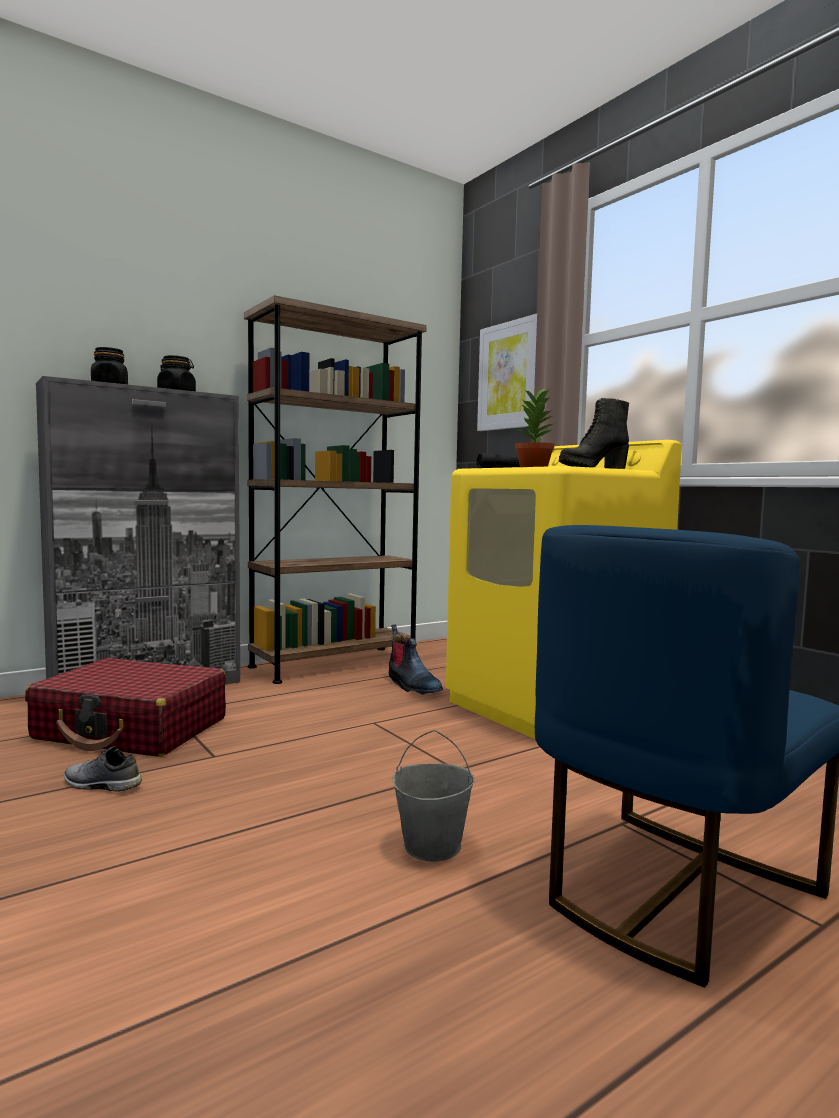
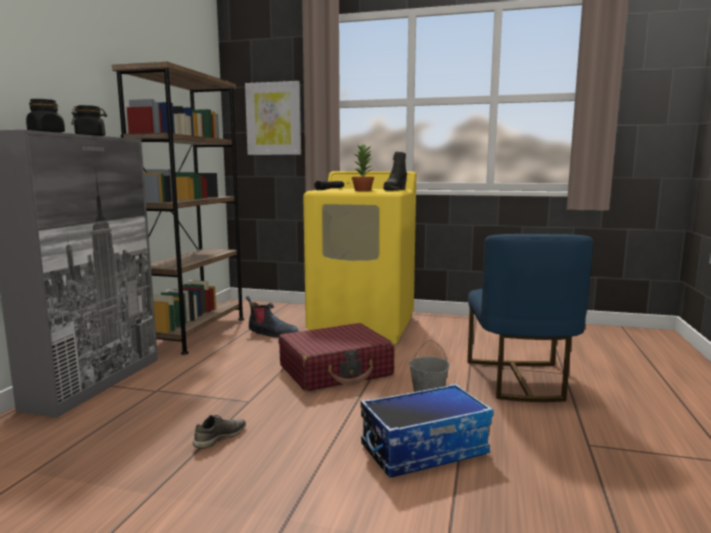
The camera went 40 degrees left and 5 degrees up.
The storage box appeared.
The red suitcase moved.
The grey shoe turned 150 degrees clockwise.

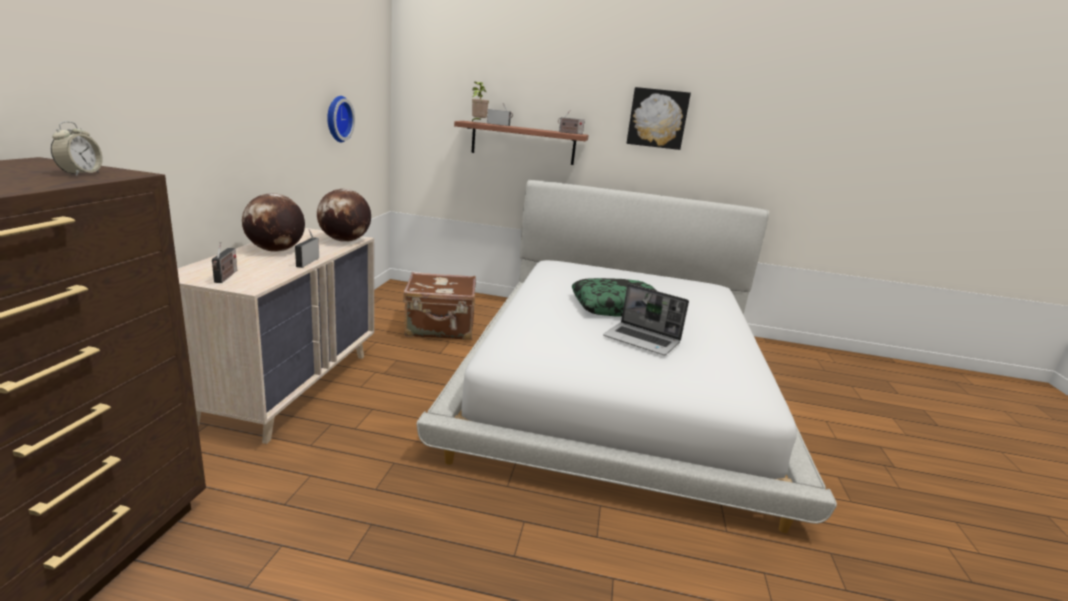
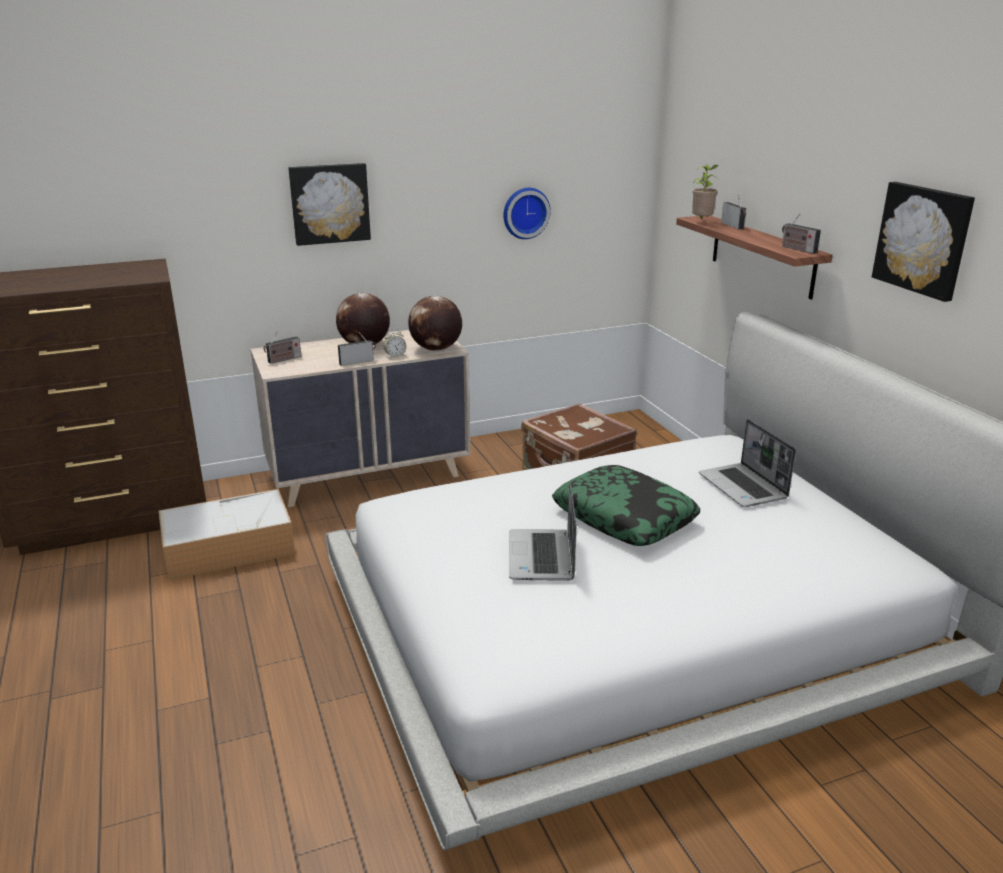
The camera went 60 degrees right and 5 degrees up.
The storage box appeared.
The picture (no. 1 from left) appeared.
The laptop (no. 2 from left) appeared.
The alarm clock moved.

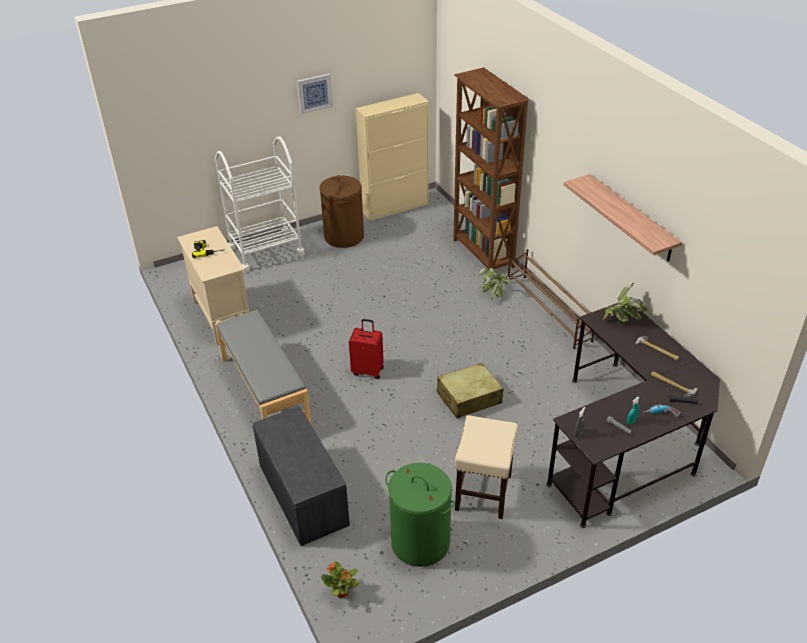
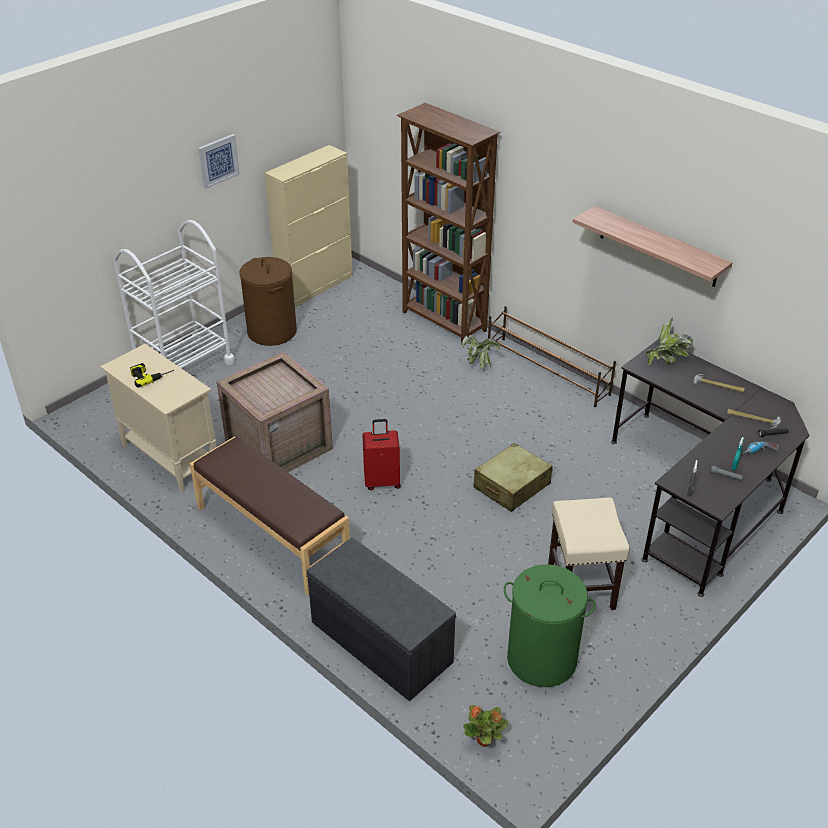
The camera went 20 degrees left and 0 degrees up.
The crate appeared.
The grey bench (no. 1 from left) became the brown bench.

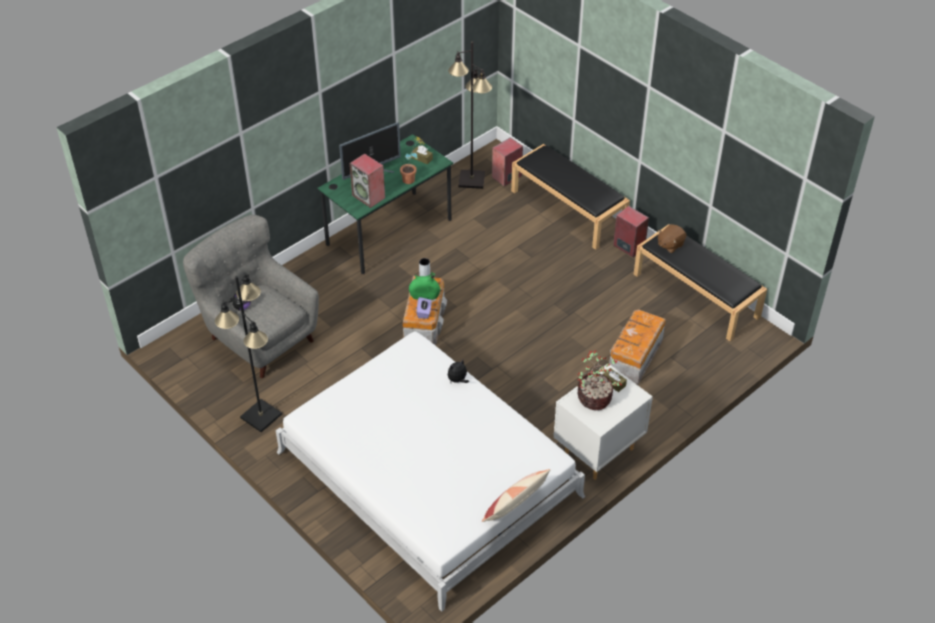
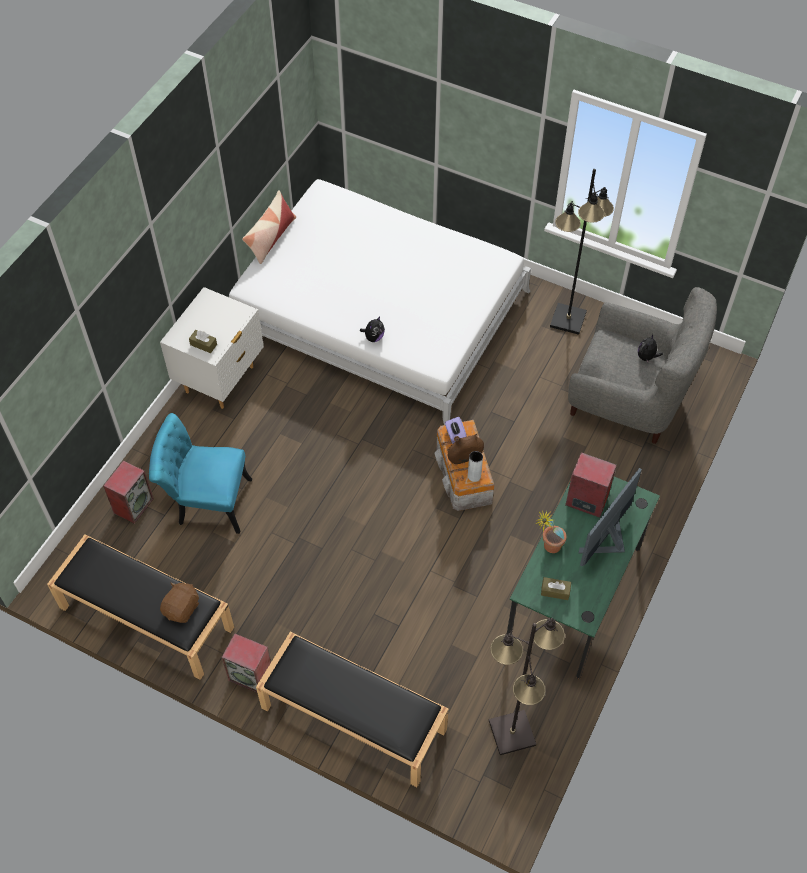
The camera went 160 degrees right and 10 degrees up.
The potted plant (no. 2 from left) disappeared.
The speaker (no. 2 from left in the first image) moved.
The storage box (no. 2 from left) was replaced by the turquoise chair.
The green vase became the brown vase.

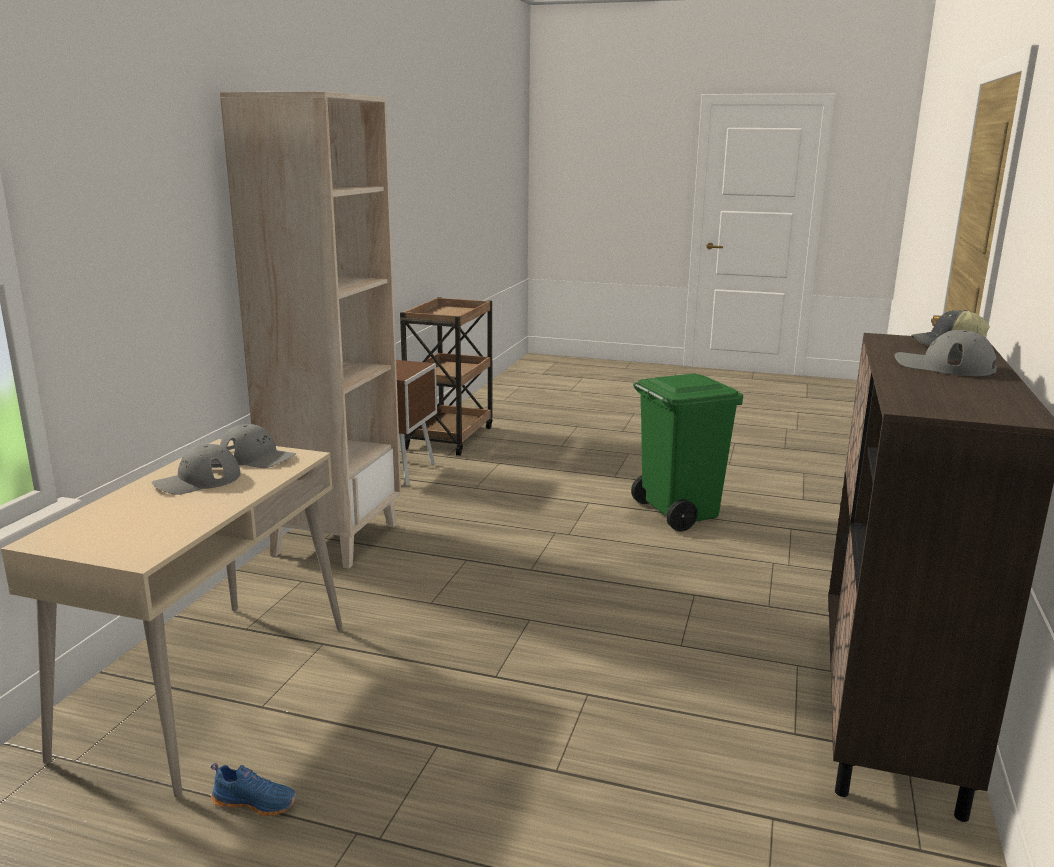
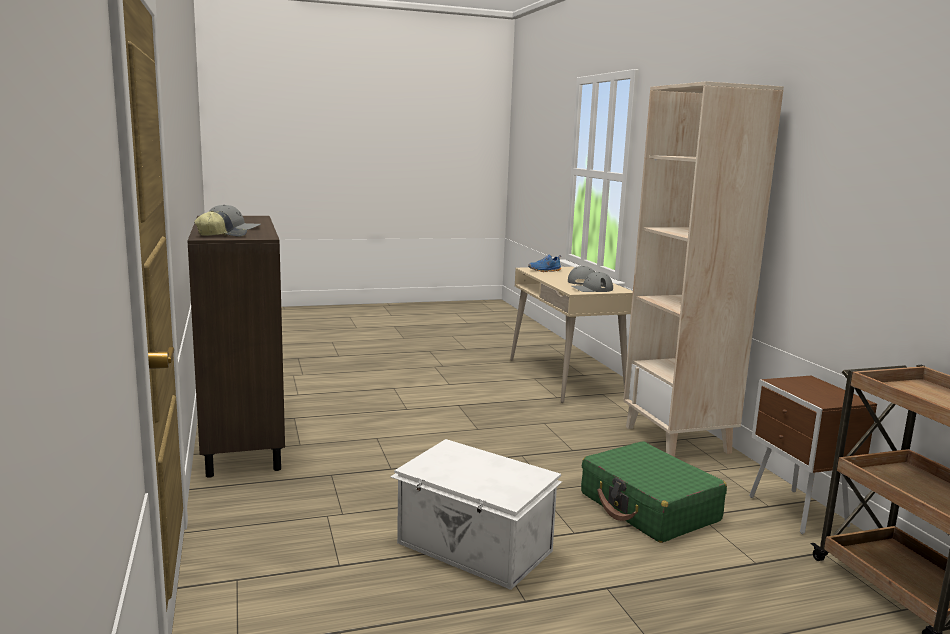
The camera went 145 degrees right and 5 degrees down.
The green suitcase appeared.
The blue shoe moved.
The green trash can was replaced by the white storage box.

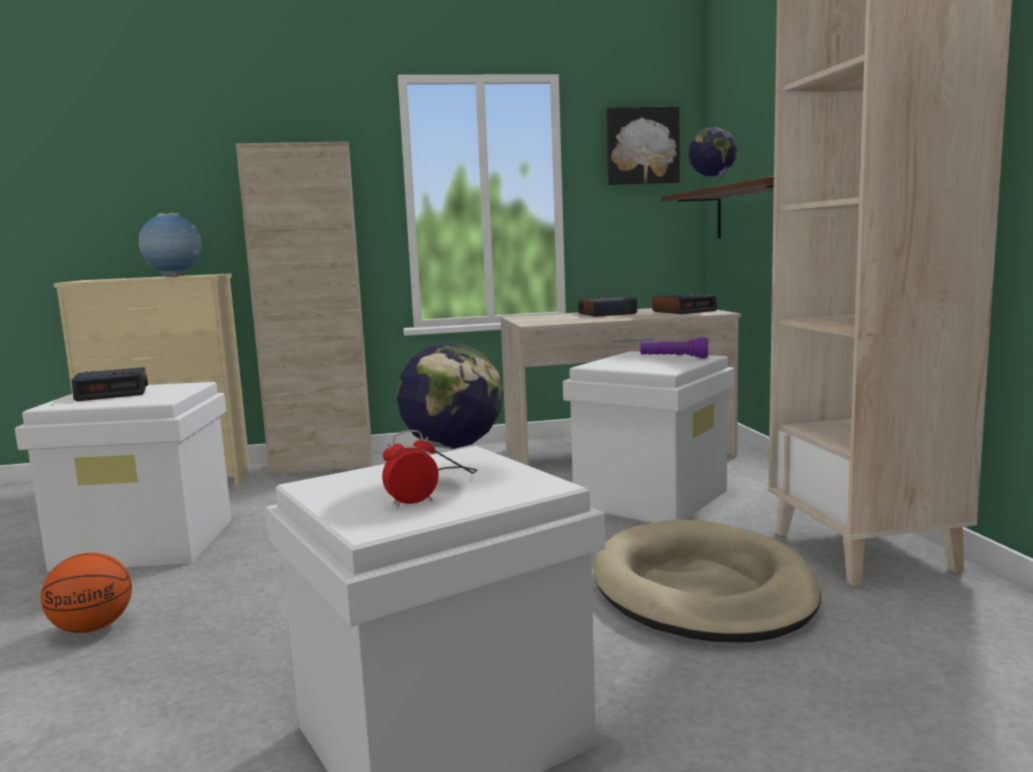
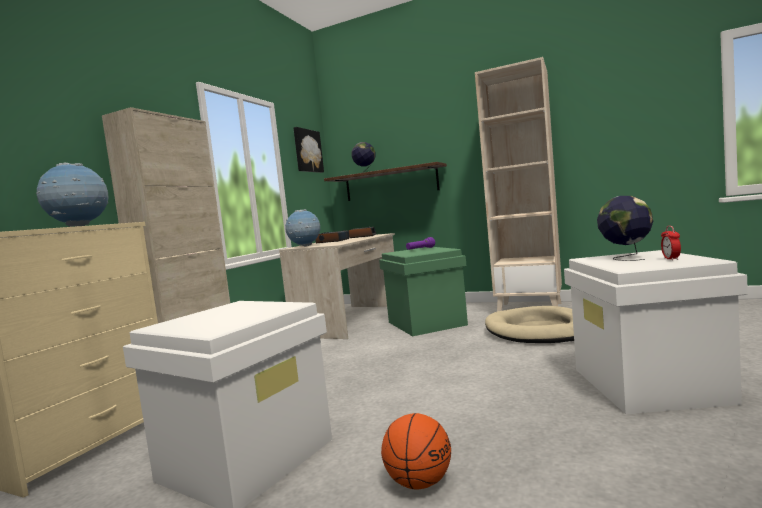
The camera went 55 degrees left and 5 degrees down.
The alarm clock (no. 1 from left) disappeared.
The globe (no. 2 from left) appeared.
The white storage box (no. 3 from left) became the green storage box.

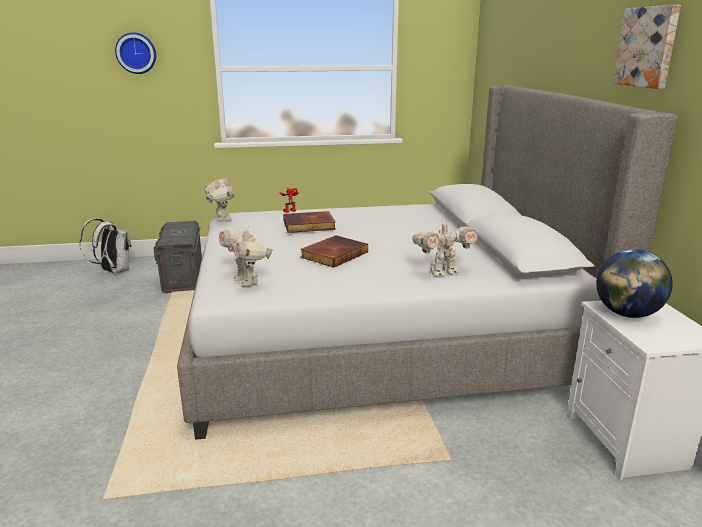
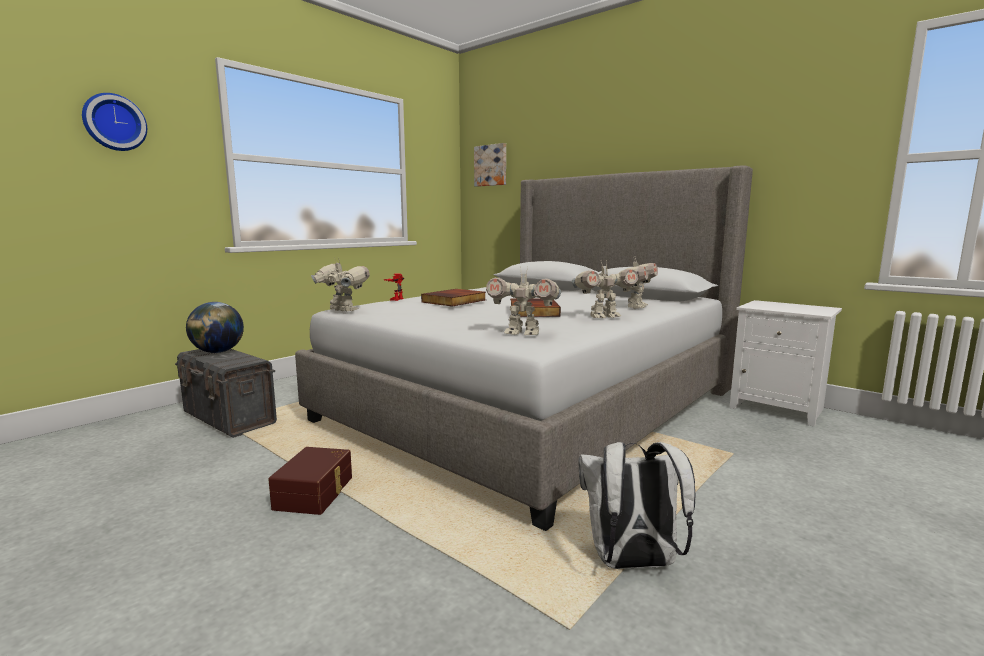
The camera went 40 degrees left and 10 degrees down.
The brown storage box appeared.
The toy robot (no. 4 from left) appeared.
The white backpack moved.
The globe moved.
The picture moved.

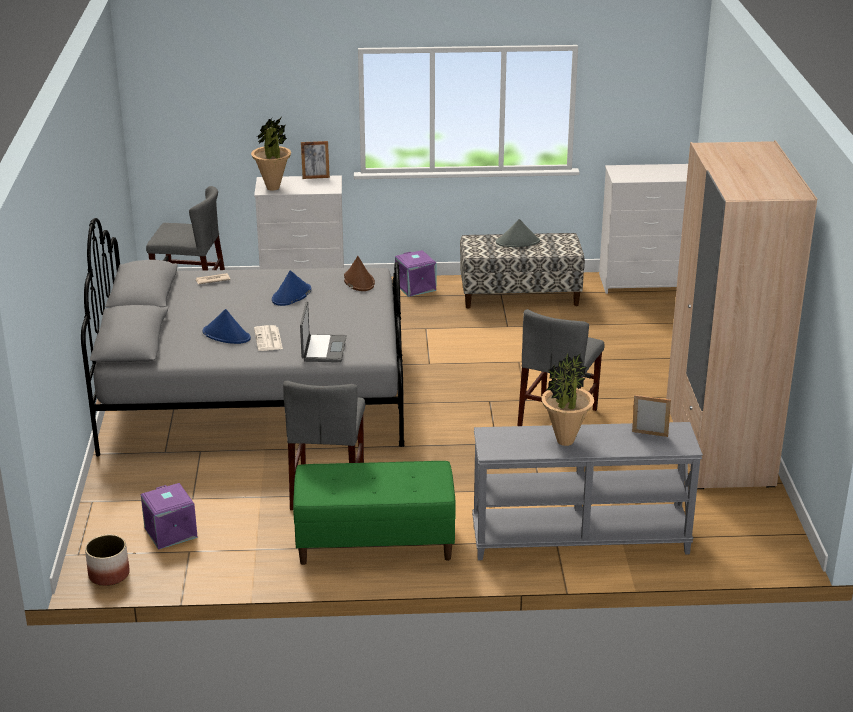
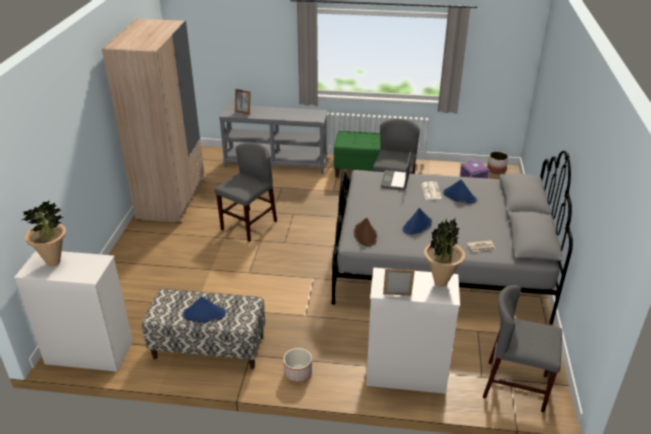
The camera went 170 degrees left and 5 degrees up.
The potted plant (no. 2 from left in the first image) moved.
The purple storage box (no. 2 from left) was replaced by the planter (no. 1 from left).
The grey hat became the blue hat (no. 1 from left).

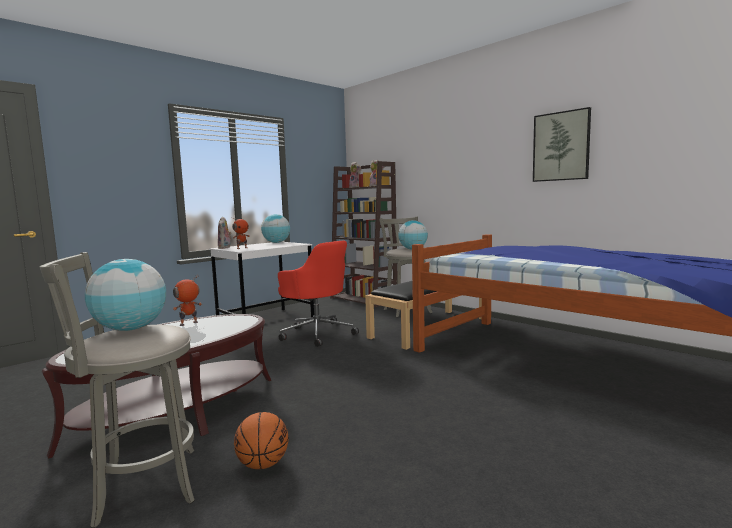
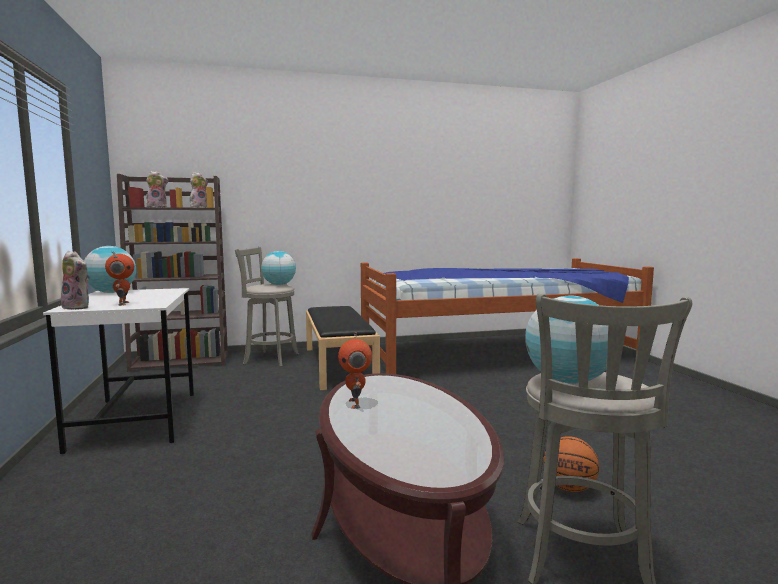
The camera went 60 degrees left and 0 degrees up.
The red office chair disappeared.
The picture disappeared.

